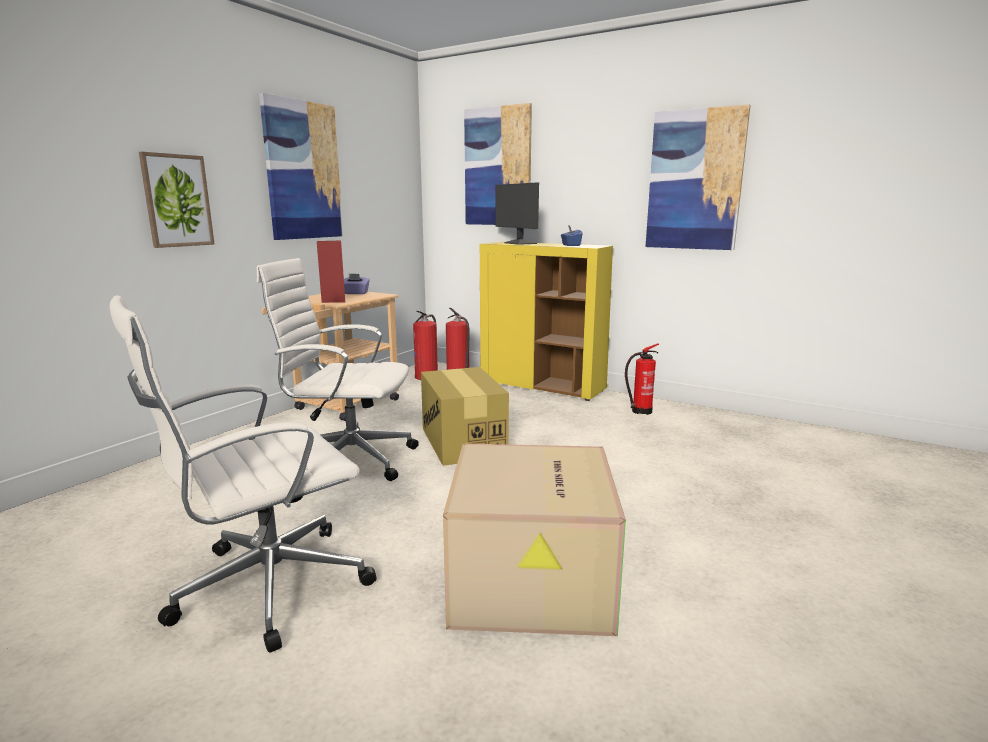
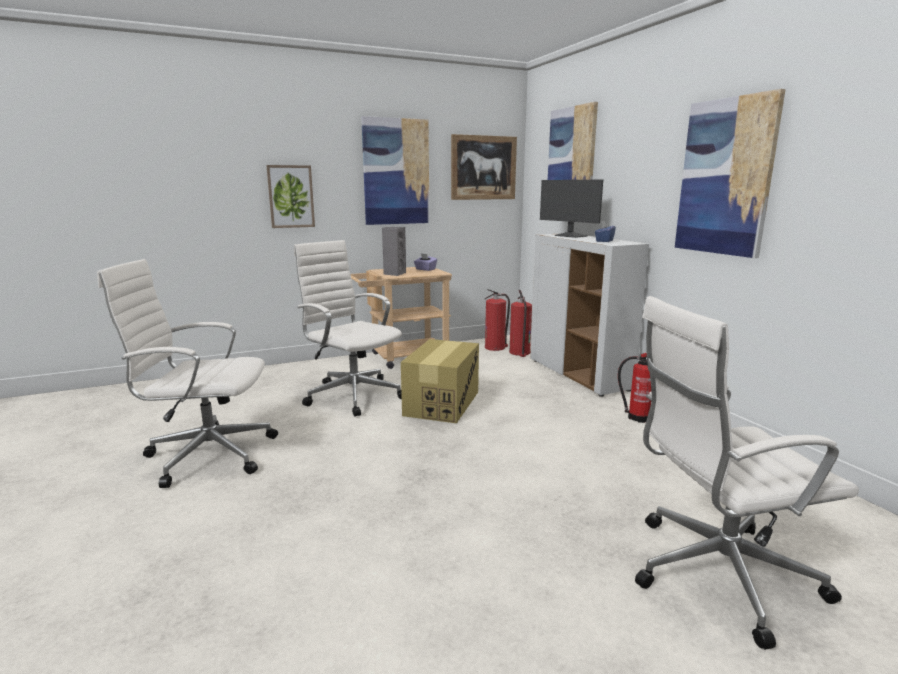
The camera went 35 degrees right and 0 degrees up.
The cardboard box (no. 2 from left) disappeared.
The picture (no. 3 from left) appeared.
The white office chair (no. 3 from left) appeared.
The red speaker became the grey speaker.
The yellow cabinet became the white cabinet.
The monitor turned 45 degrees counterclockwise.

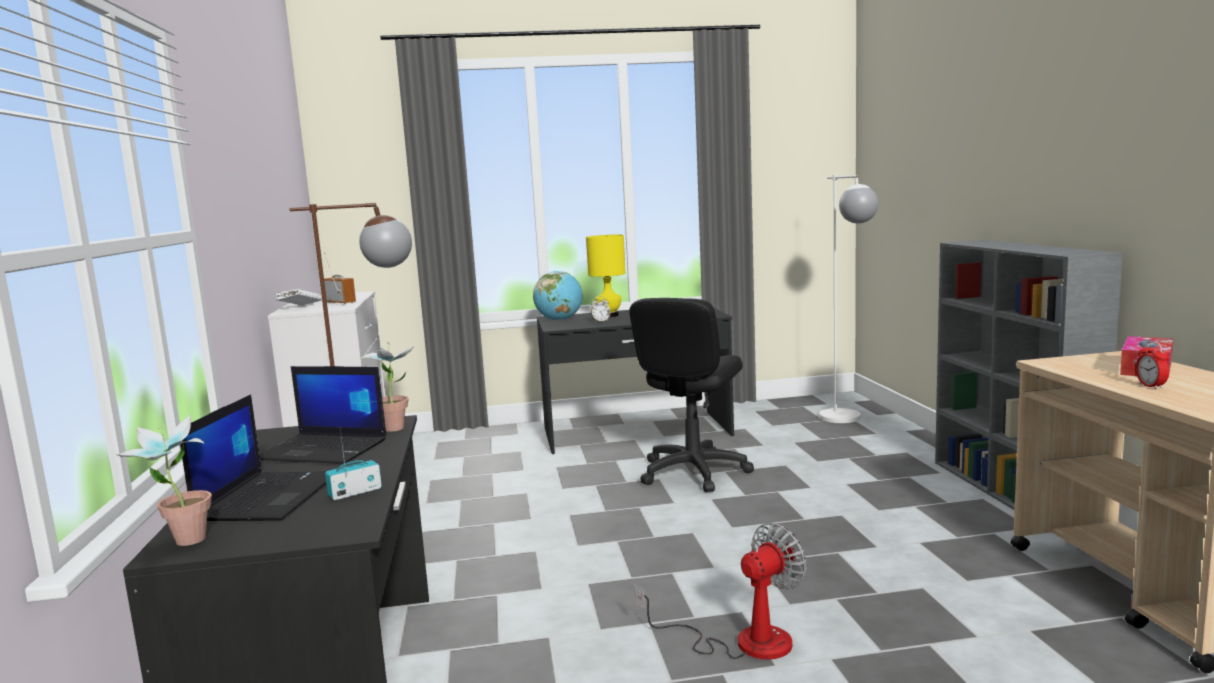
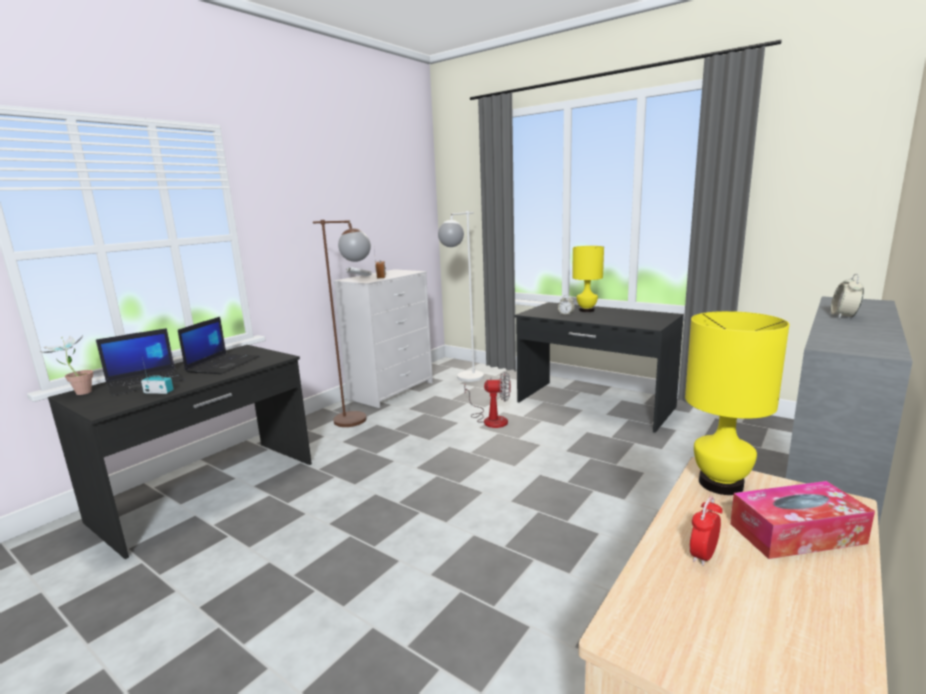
The camera went 45 degrees right and 5 degrees up.
The potted plant (no. 2 from left) disappeared.
The globe disappeared.
The black office chair disappeared.
The yellow table lamp (no. 2 from left) appeared.
The alarm clock (no. 3 from left) appeared.
The fan moved.
The white floor lamp moved.
The laptop (no. 2 from left) turned 135 degrees counterclockwise.

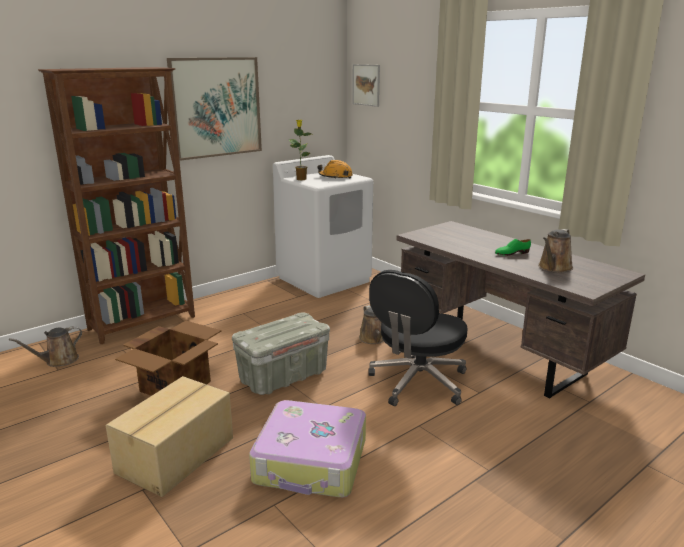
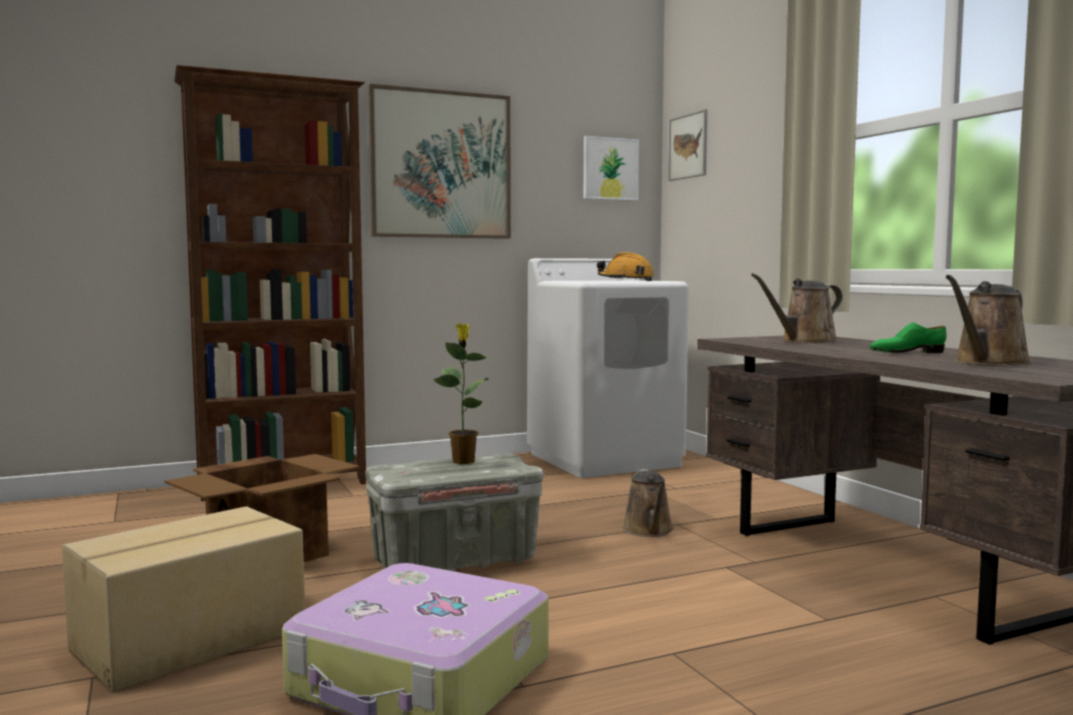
The camera went 15 degrees right and 15 degrees down.
The black office chair disappeared.
The picture (no. 2 from left) appeared.
The brown watering can (no. 1 from left in the first image) moved.
The potted plant moved.

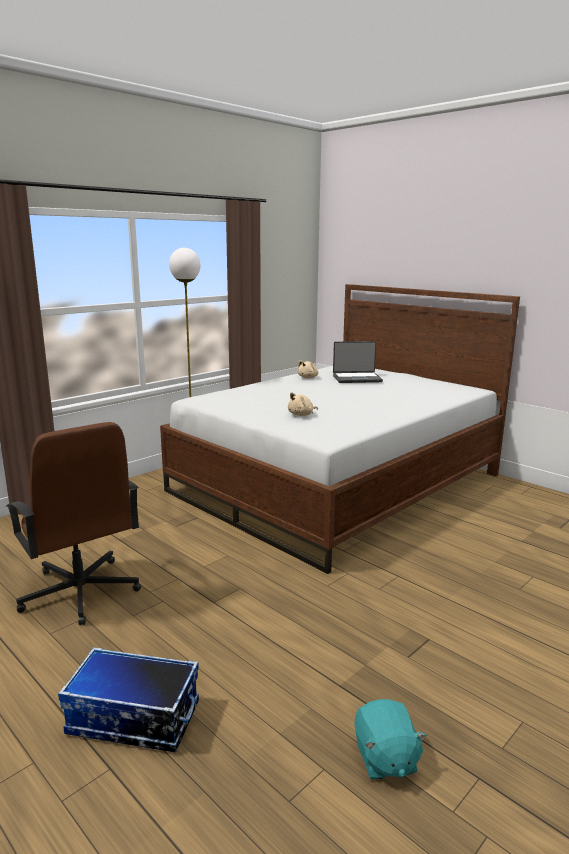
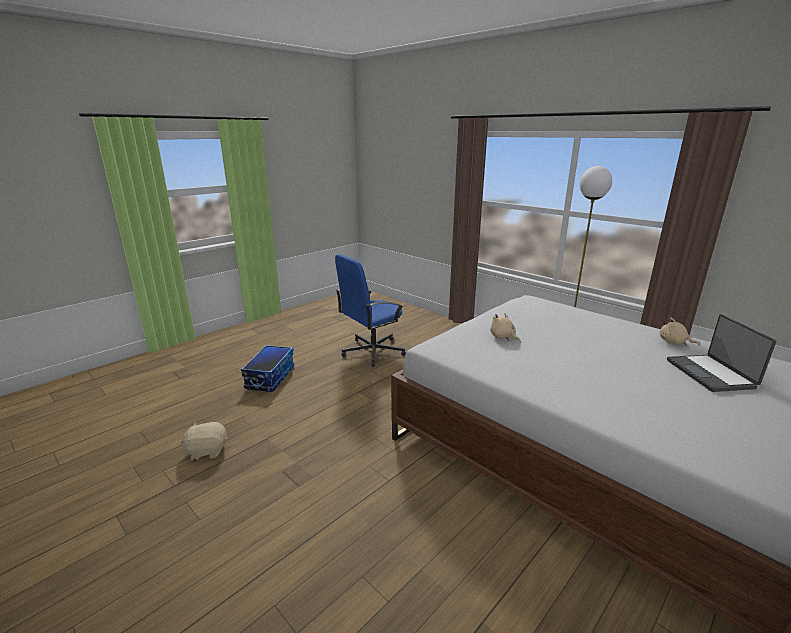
The camera went 90 degrees right and 5 degrees up.
The brown office chair became the blue office chair.
The turquoise plush toy became the beige plush toy (no. 1 from left).

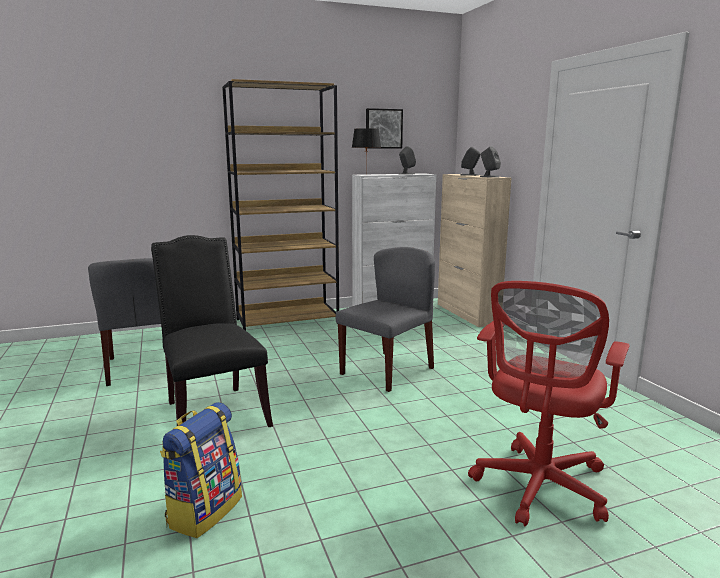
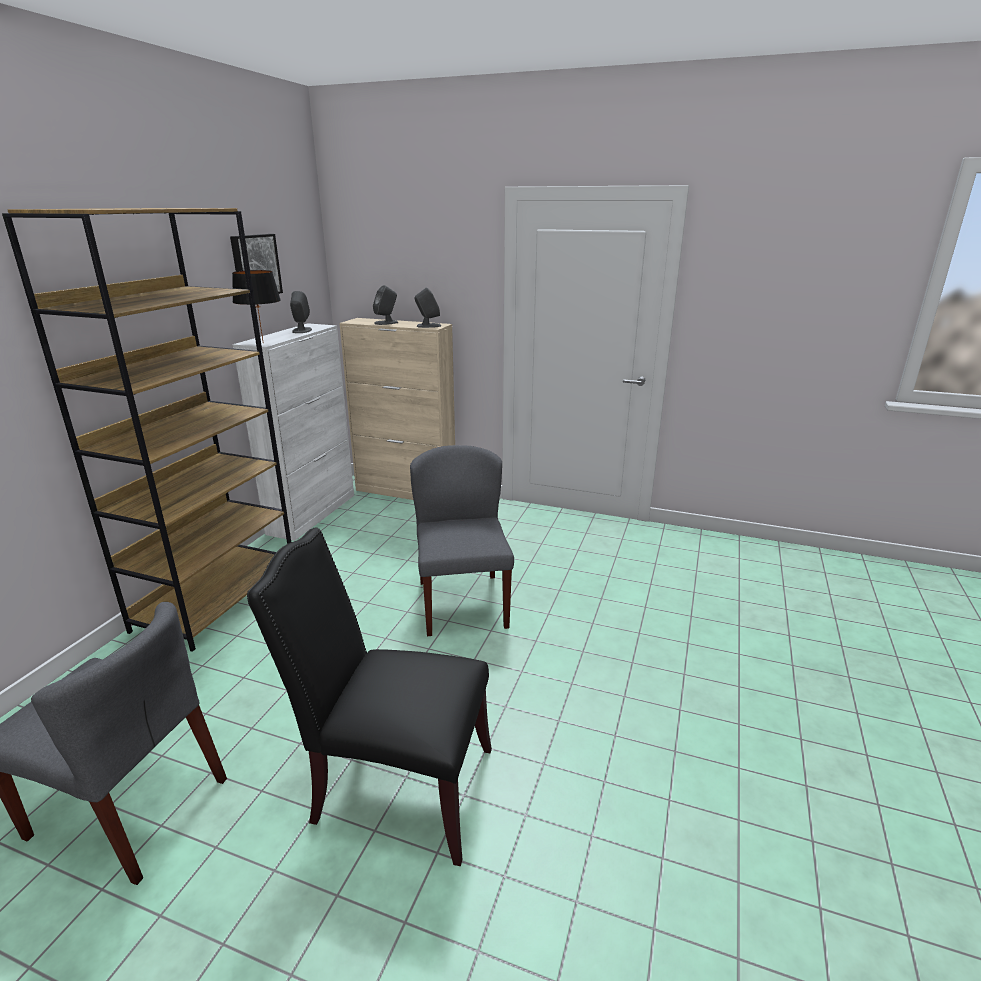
The camera went 50 degrees left and 10 degrees up.
The backpack disappeared.
The red office chair disappeared.

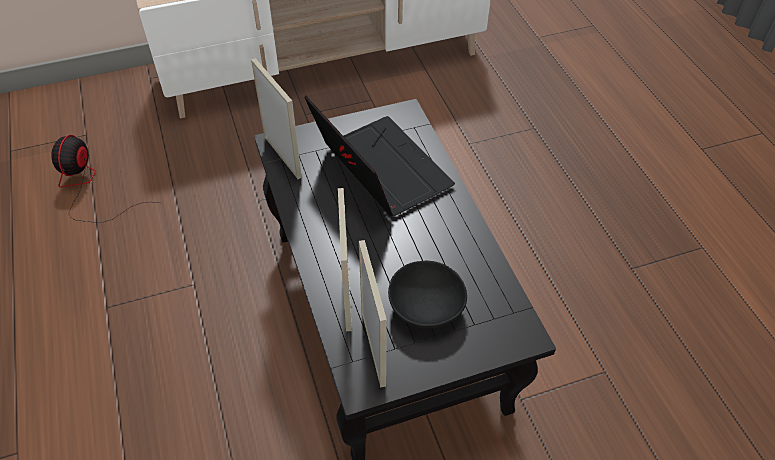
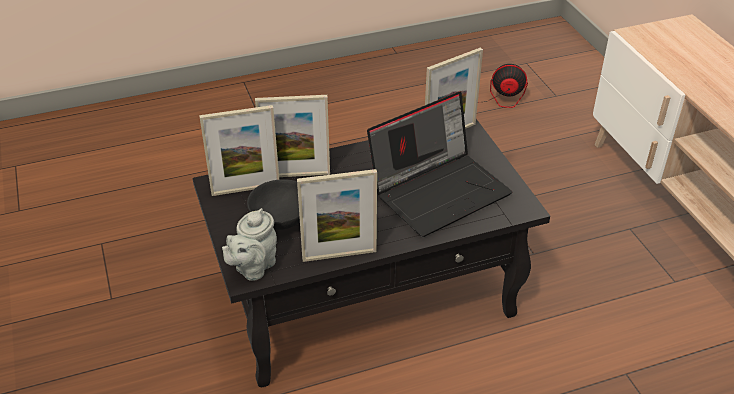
The camera went 90 degrees right and 10 degrees down.
The grey teapot appeared.
The picture frame (no. 3 from left) appeared.

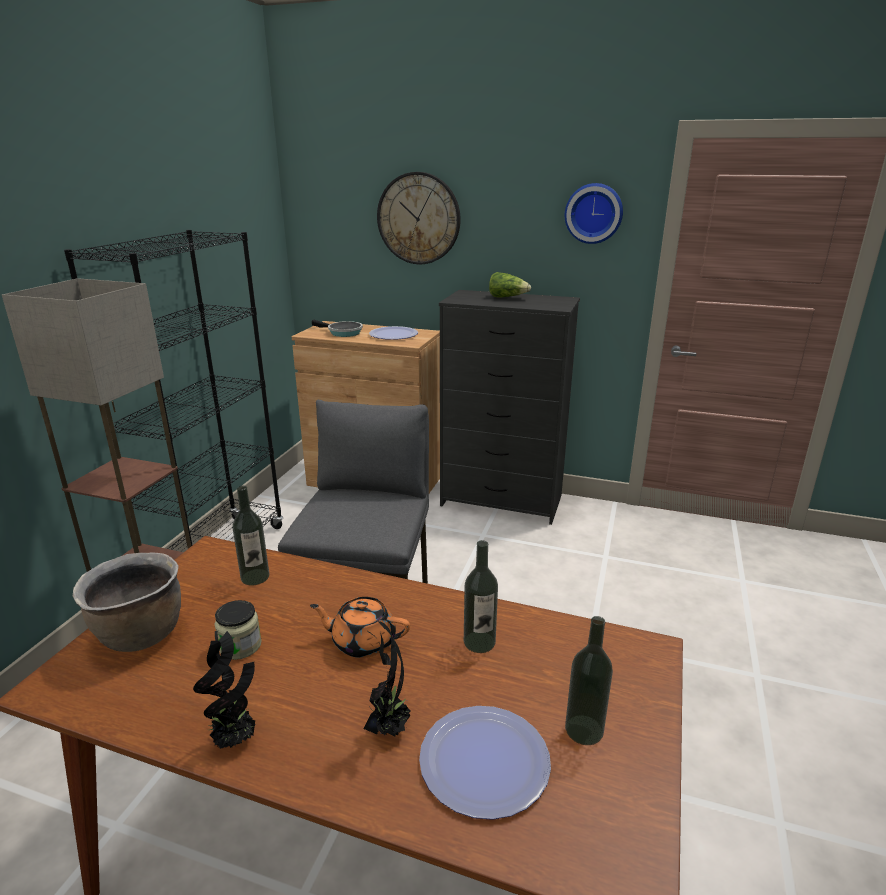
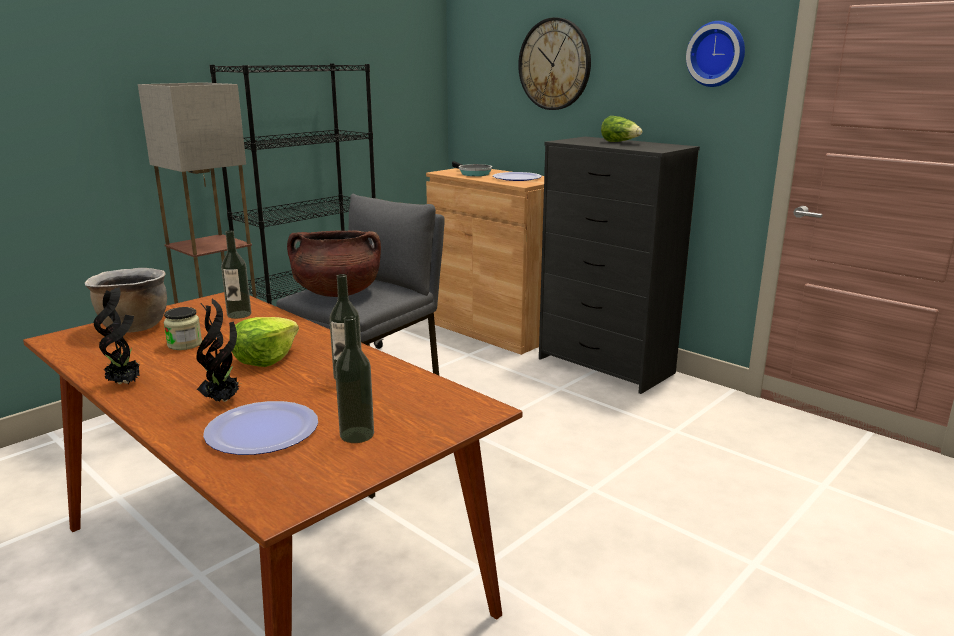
The camera went 25 degrees right and 5 degrees down.
The brown cooking pot (no. 2 from left) appeared.
The orange teapot was replaced by the lettuce (no. 1 from left).

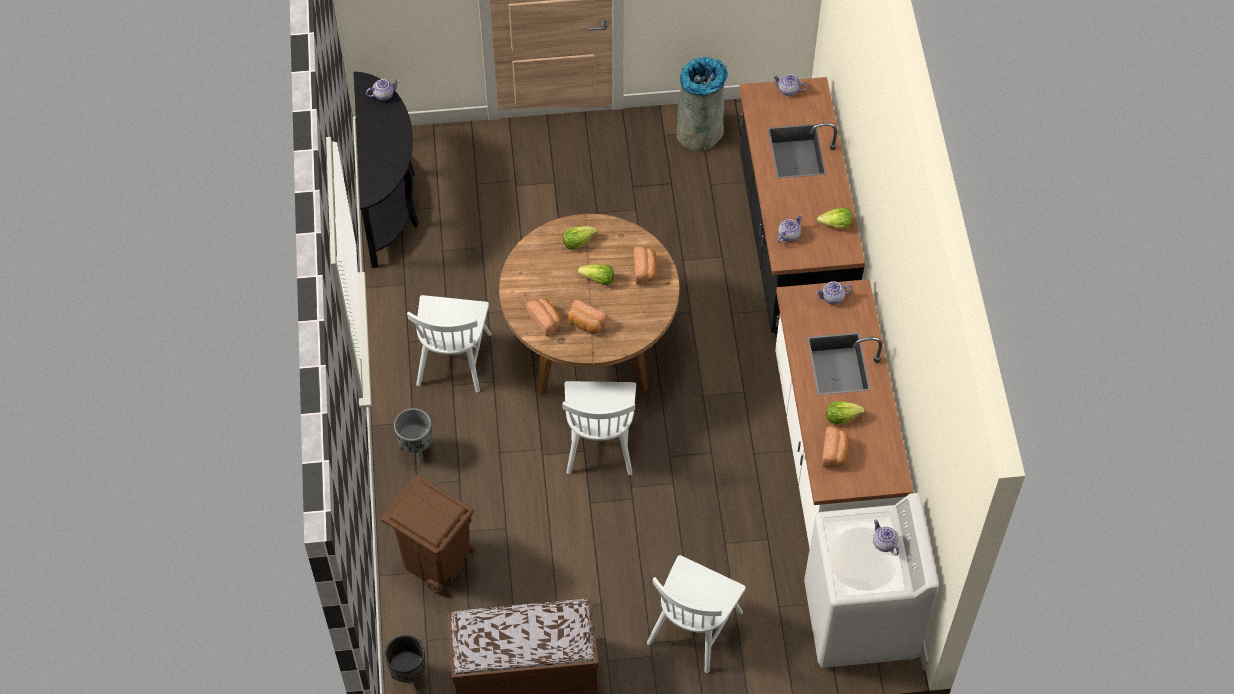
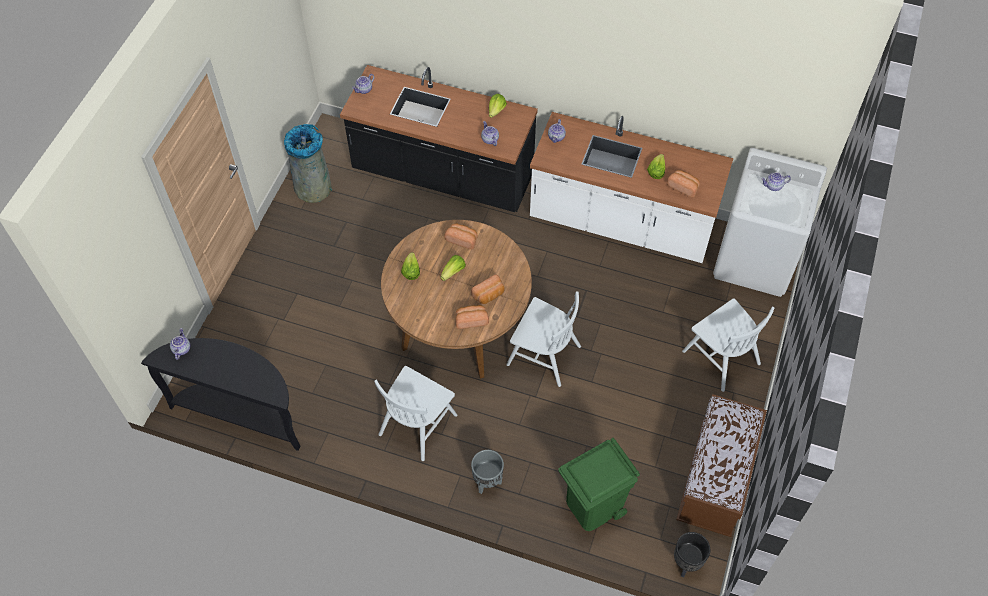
The camera went 65 degrees left and 0 degrees up.
The brown trash can became the green trash can.
The white chair (no. 1 from left) turned 90 degrees clockwise.

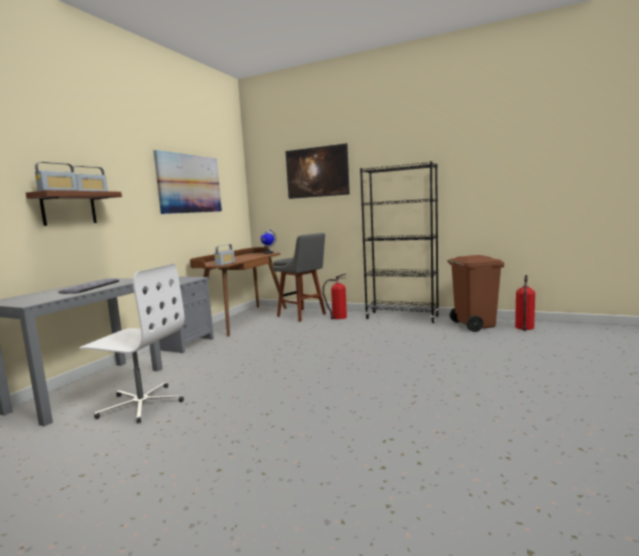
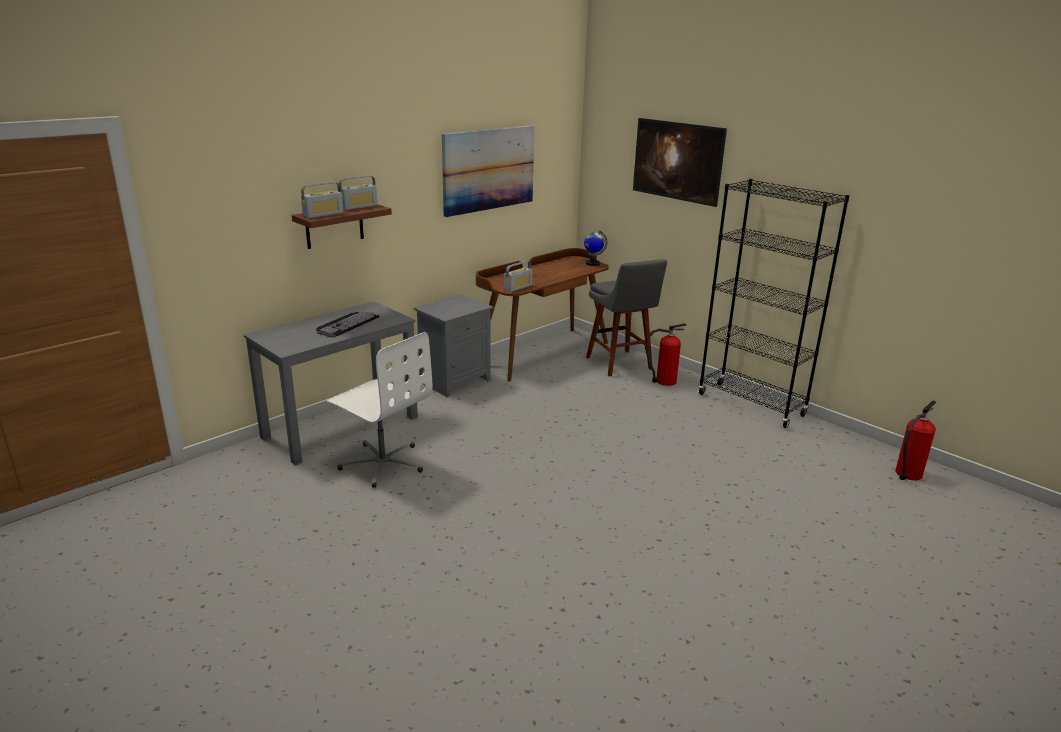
The camera went 20 degrees right and 15 degrees up.
The brown trash can disappeared.

